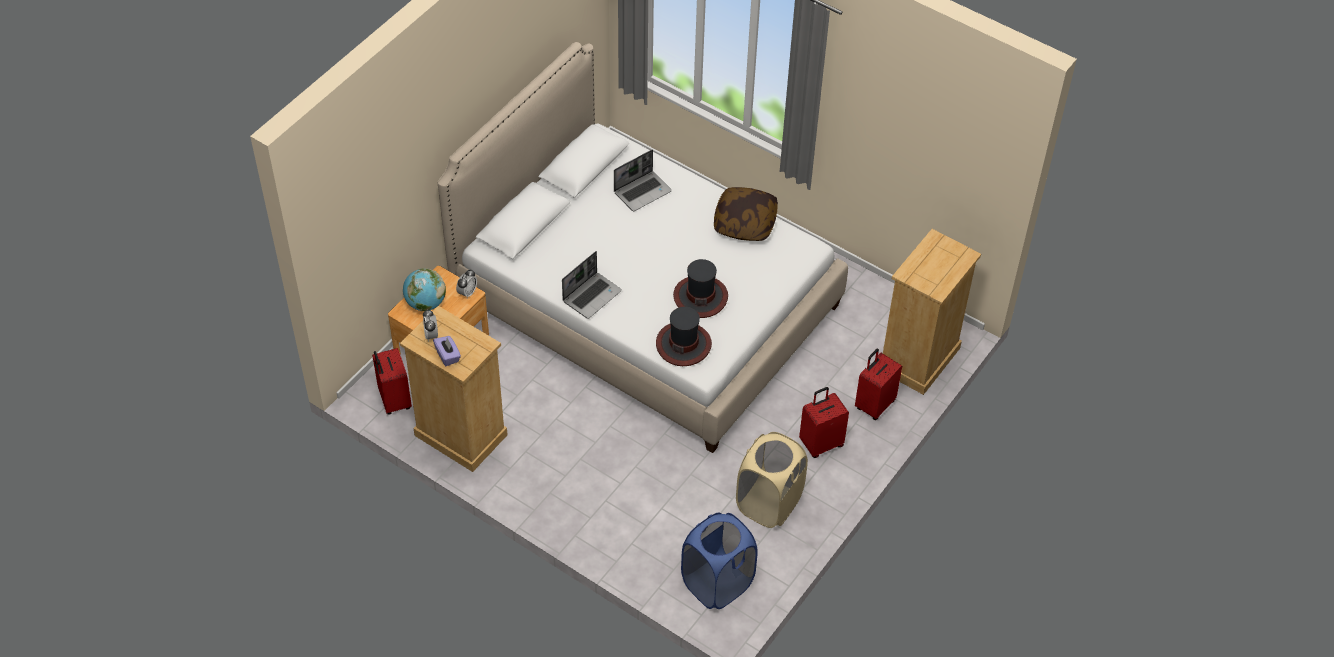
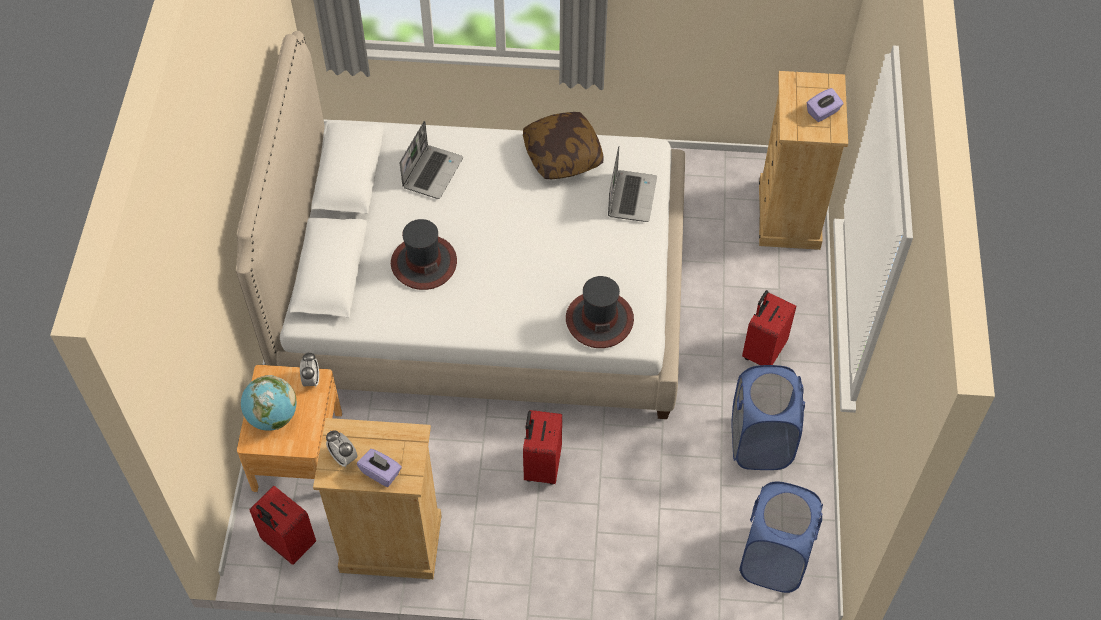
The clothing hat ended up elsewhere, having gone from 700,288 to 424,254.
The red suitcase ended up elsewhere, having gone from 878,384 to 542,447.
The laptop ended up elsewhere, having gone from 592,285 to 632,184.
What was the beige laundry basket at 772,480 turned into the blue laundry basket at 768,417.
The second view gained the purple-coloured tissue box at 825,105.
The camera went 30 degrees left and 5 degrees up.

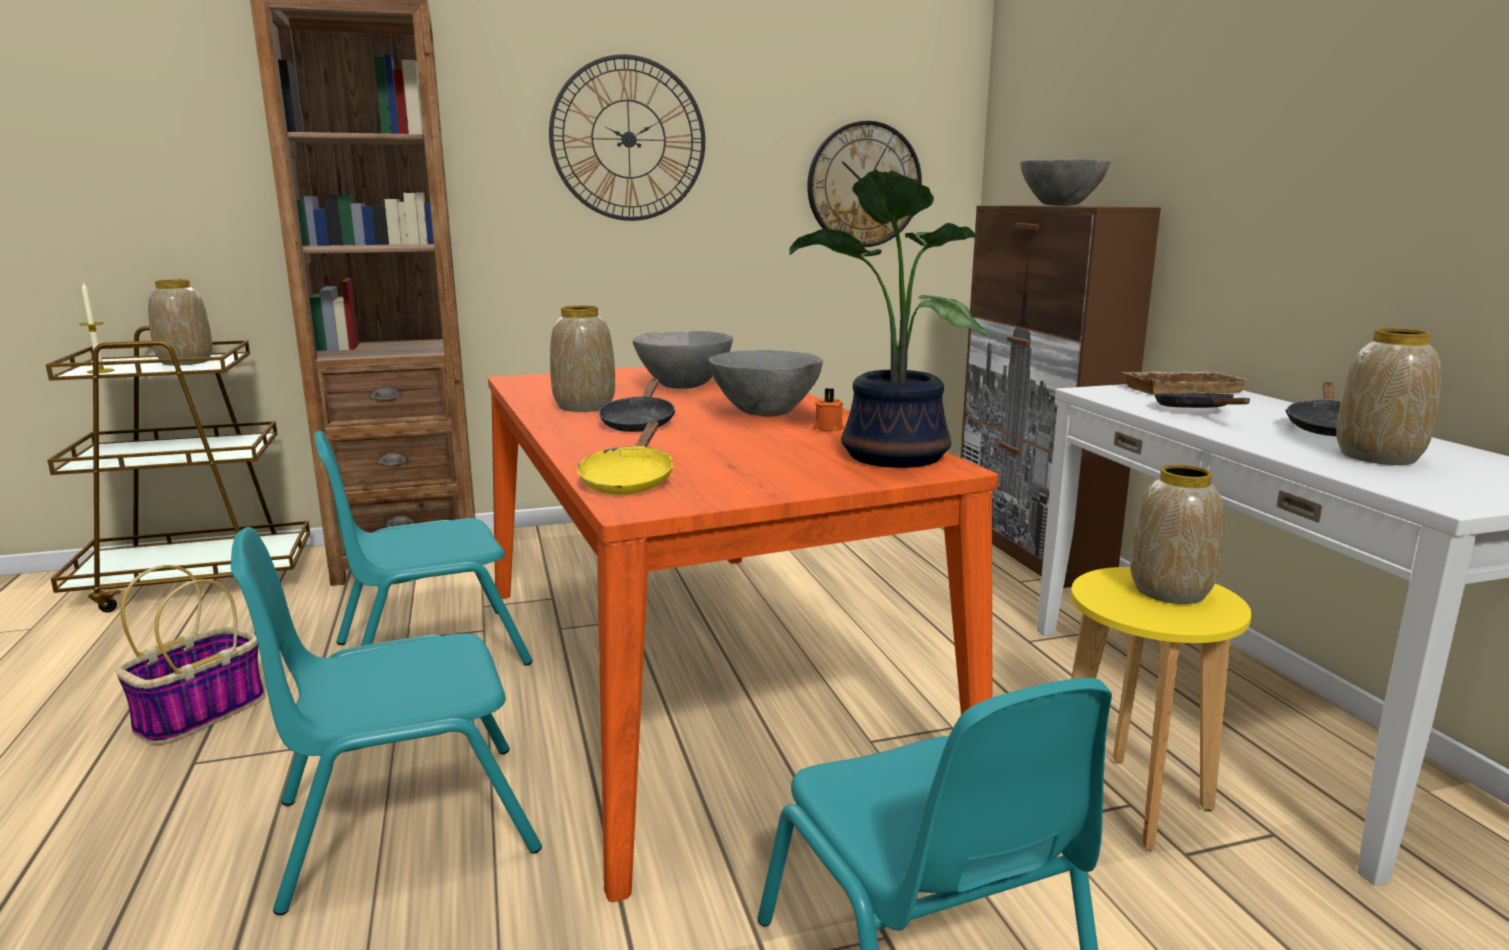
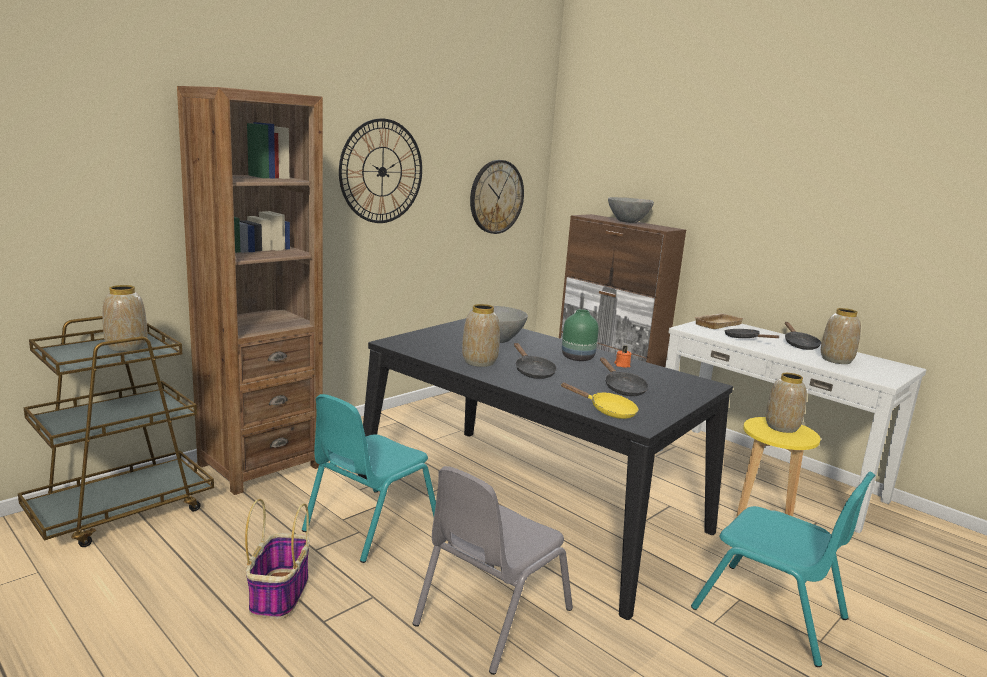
What was the orange dinner table at 743,634 turned into the black-coloured dinner table at 545,469.
What was the turquoise-coloured upright chair at 386,721 turned into the grey upright chair at 493,570.
The yellowish frying pan at 625,458 ended up facing another way, 45 degrees counterclockwise from before.
Where the grey serving bowl stood at 766,383, the green-coloured decorative vase came to stand at 580,335.
The second view gained the black-coloured frying pan at 624,376.
The second view lost the wax light at 97,328.
The second view lost the potted plant at 889,318.
The camera went 30 degrees left and 0 degrees up.

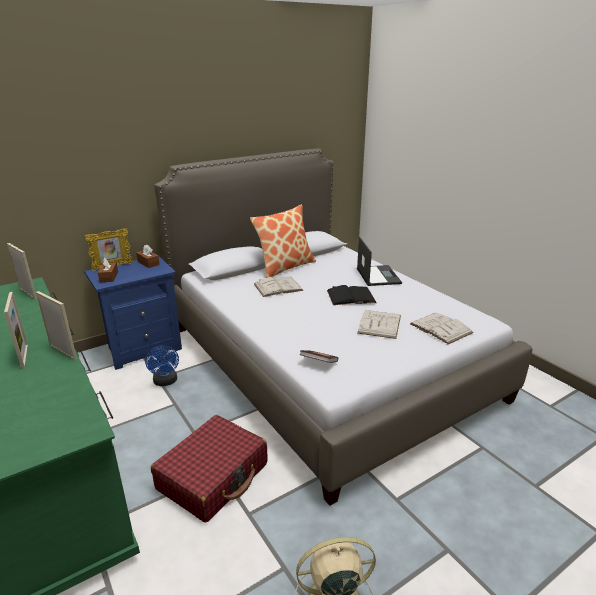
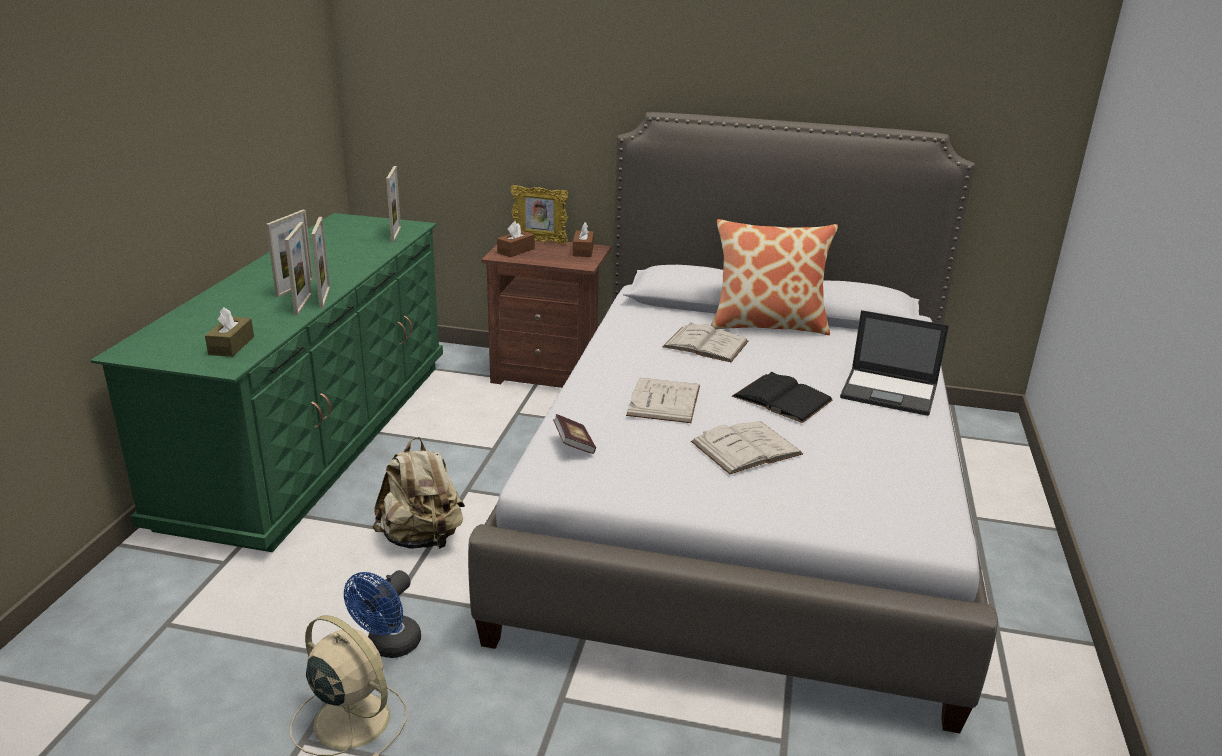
The second view gained the brownish tissue box at 229,332.
The second view gained the photo frame at 298,268.
The blue cooling fan ended up elsewhere, having gone from 162,365 to 382,614.
Where the red suitcase stood at 209,469, the beige knapsack came to stand at 418,493.
What was the blue night table at 133,313 turned into the brownish night table at 546,314.
The white-coloured bound book ended up elsewhere, having gone from 442,328 to 663,400.
The laptop at 379,261 ended up facing another way, 75 degrees clockwise from before.
The camera went 45 degrees right and 0 degrees up.

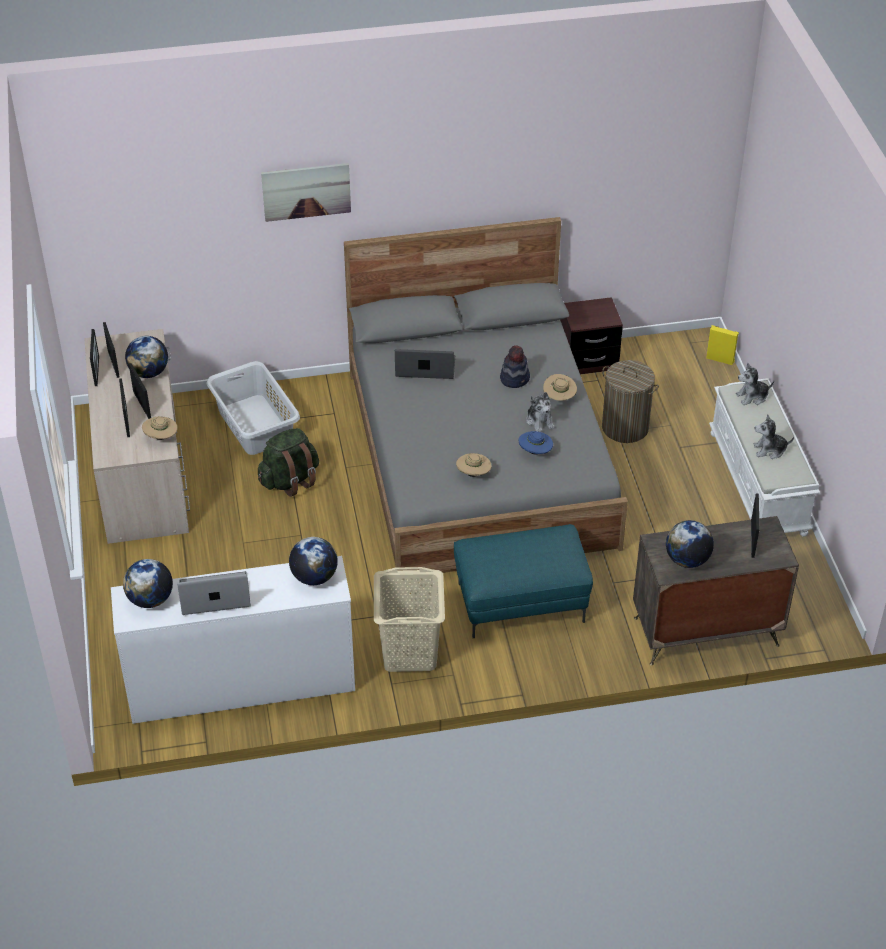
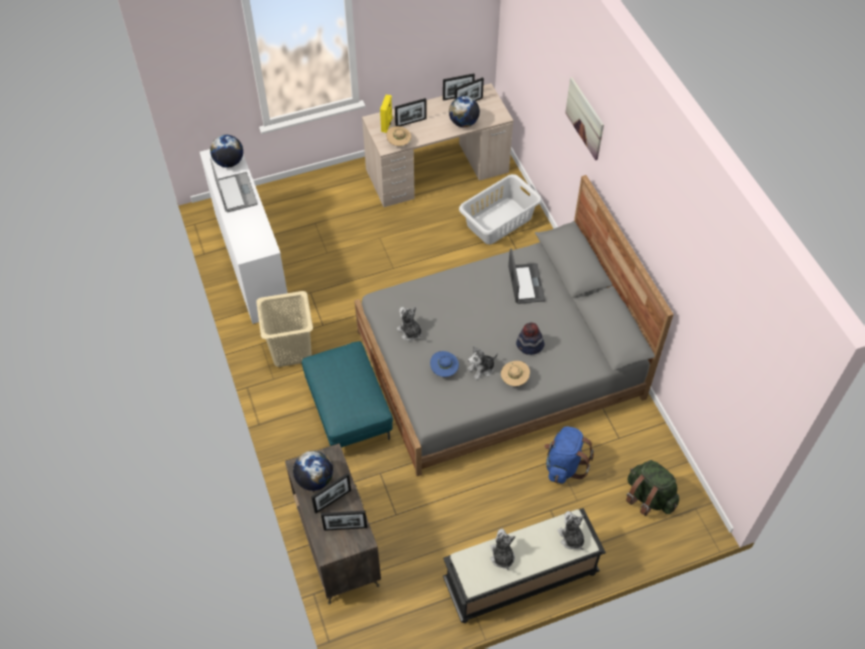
The photo frame ended up elsewhere, having gone from 140,391 to 331,493.
The yellowish audio speaker ended up elsewhere, having gone from 722,345 to 386,114.
Where the beige clothing hat stood at 474,465, the plush toy came to stand at 409,323.
What was the white-coloured indoor bench at 764,457 turned into the black-coloured indoor bench at 524,565.
Where the laundry basket stood at 630,401, the blue knapsack came to stand at 569,455.
The green-coloured knapsack ended up elsewhere, having gone from 288,462 to 652,488.
The second view lost the desk globe at 313,561.
The second view lost the brownish night table at 591,335.
The camera went 80 degrees right and 10 degrees up.

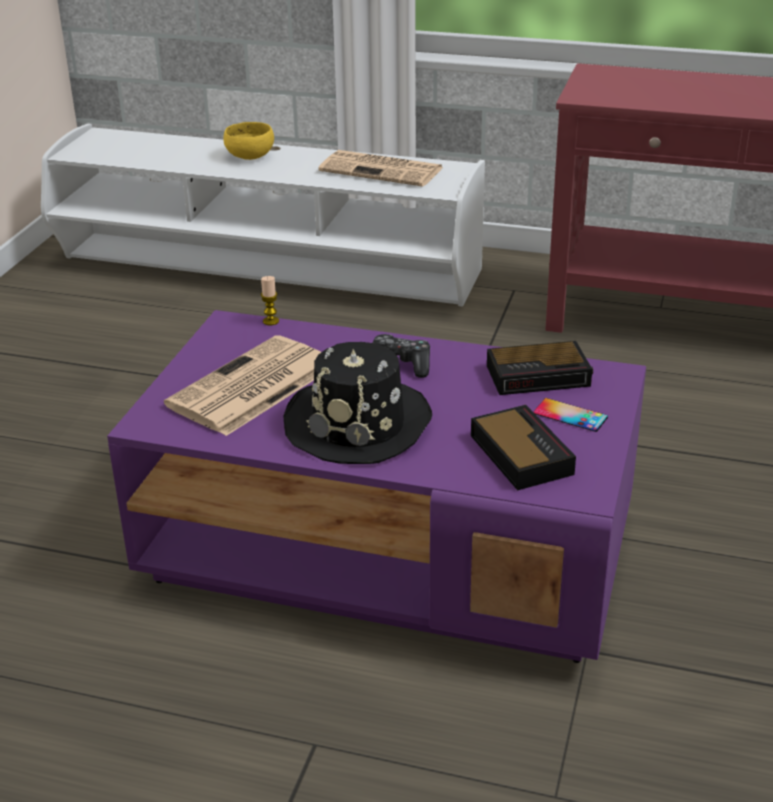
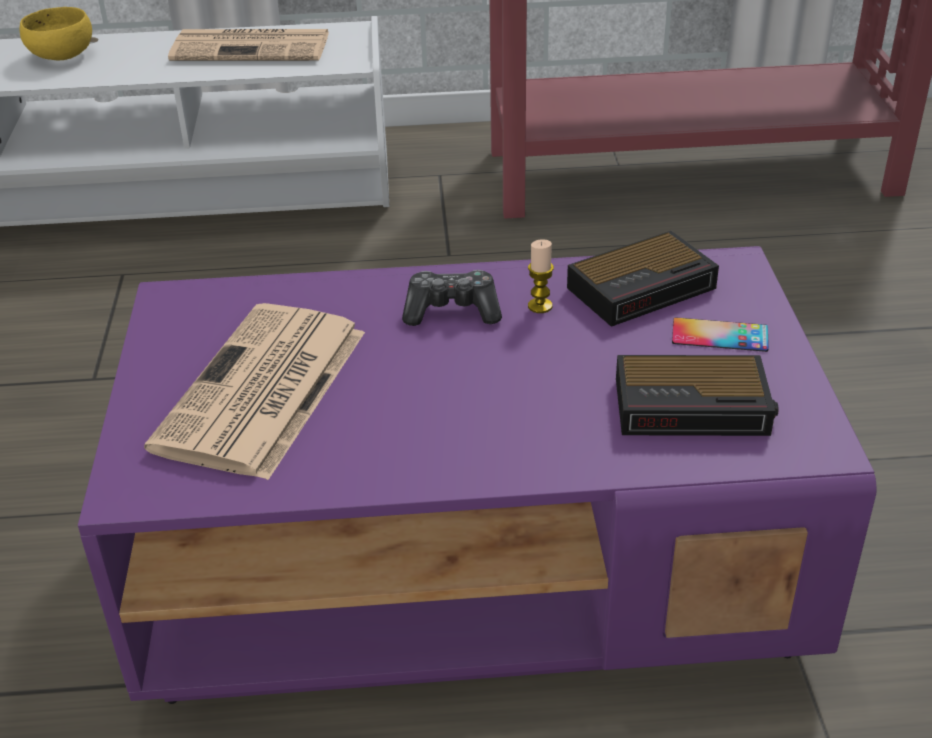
The wax light ended up elsewhere, having gone from 270,300 to 541,276.
The alarm clock at 523,447 ended up facing another way, 135 degrees clockwise from before.
The second view lost the black-coloured clothing hat at 357,403.
The camera went 20 degrees left and 5 degrees up.

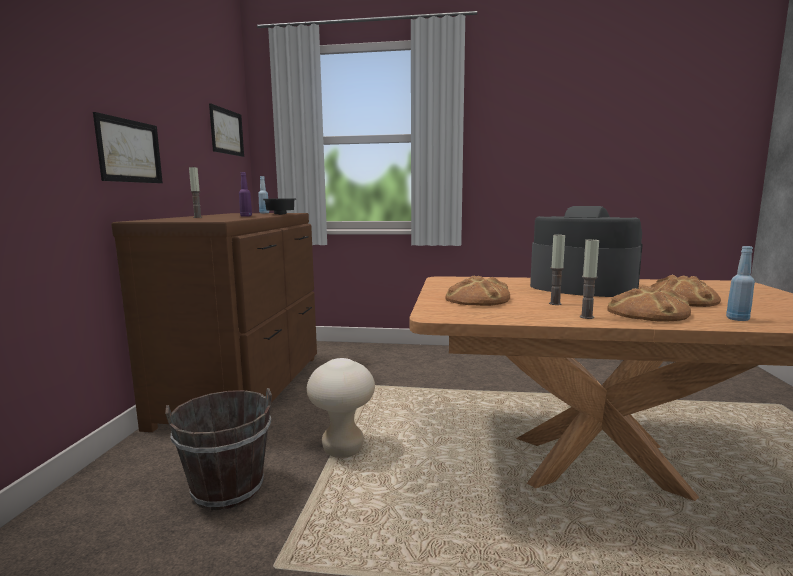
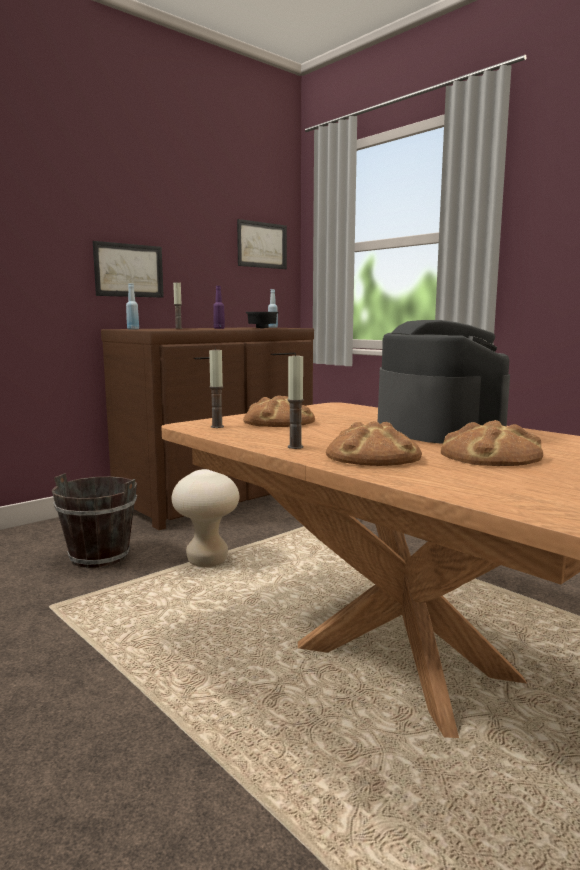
The blue bottle ended up elsewhere, having gone from 740,283 to 132,306.
The wax light ended up elsewhere, having gone from 557,269 to 216,388.
The camera went 40 degrees right and 0 degrees up.

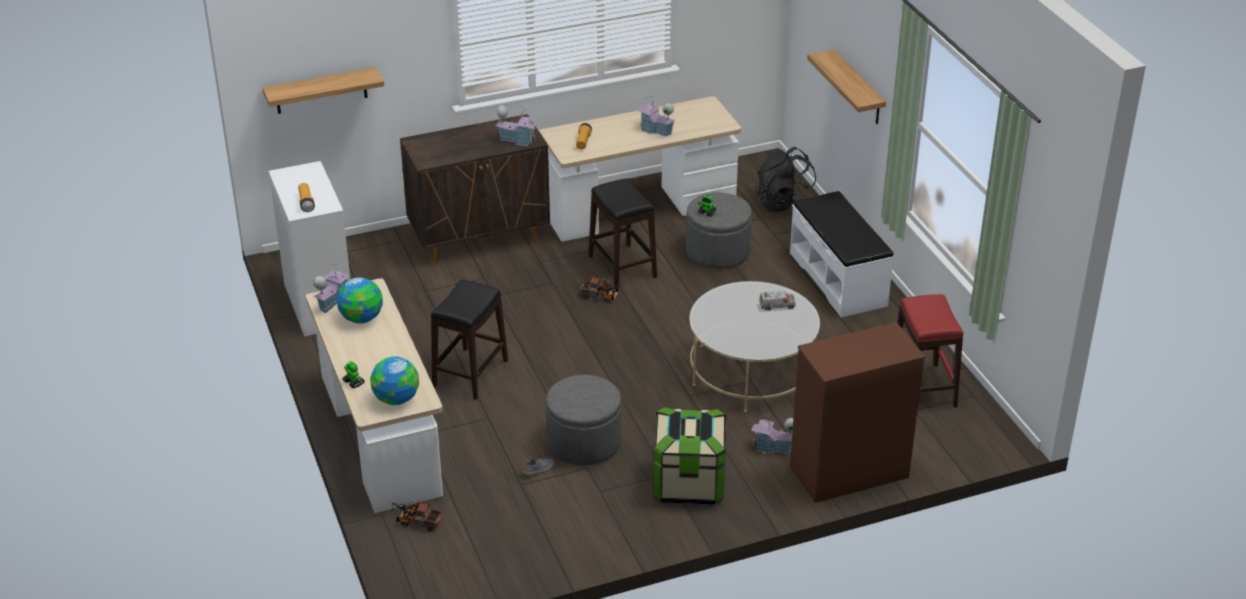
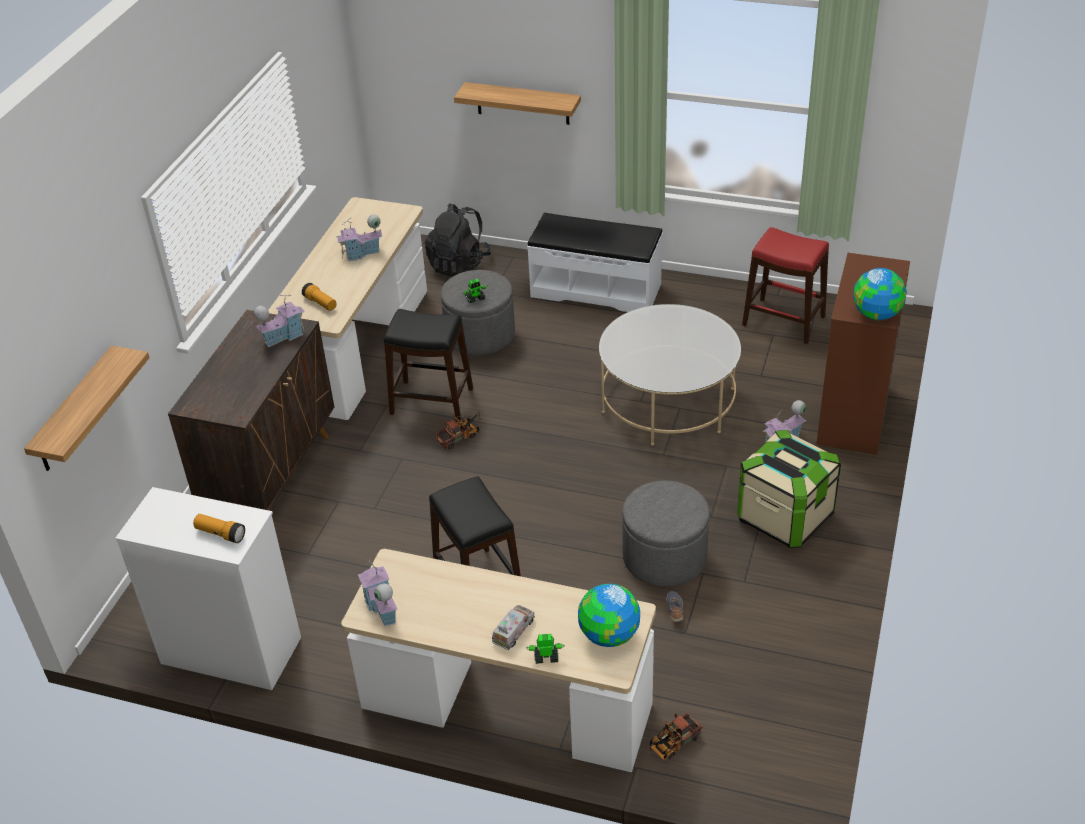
The model truck ended up elsewhere, having gone from 777,301 to 513,627.
The desk globe ended up elsewhere, having gone from 360,300 to 880,294.
The camera went 50 degrees left and 5 degrees up.

